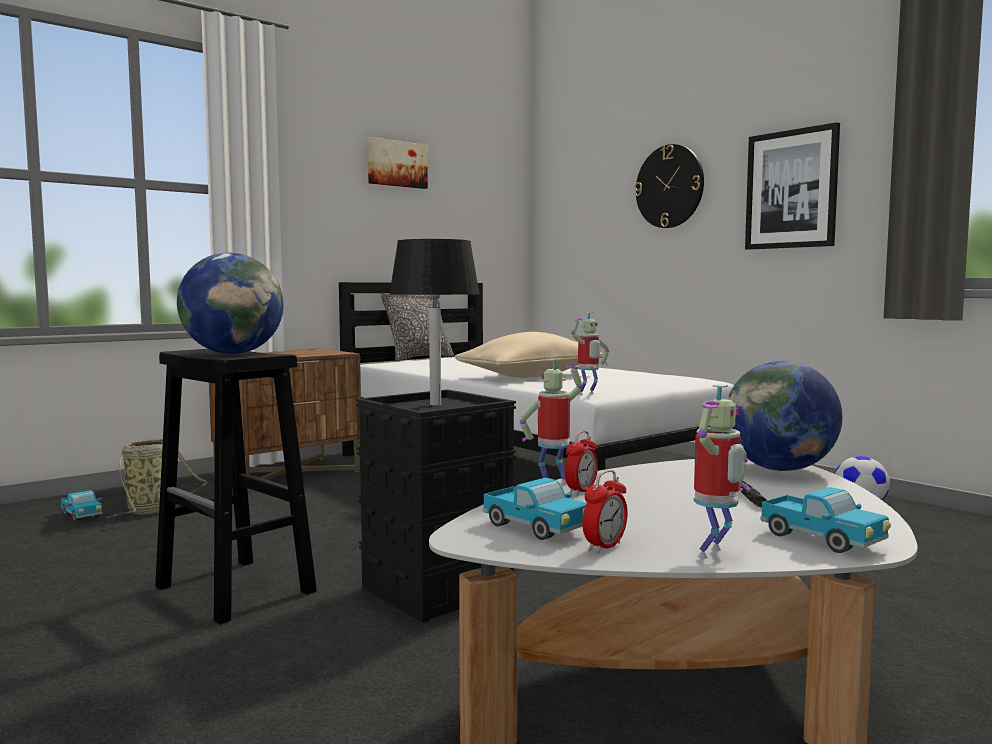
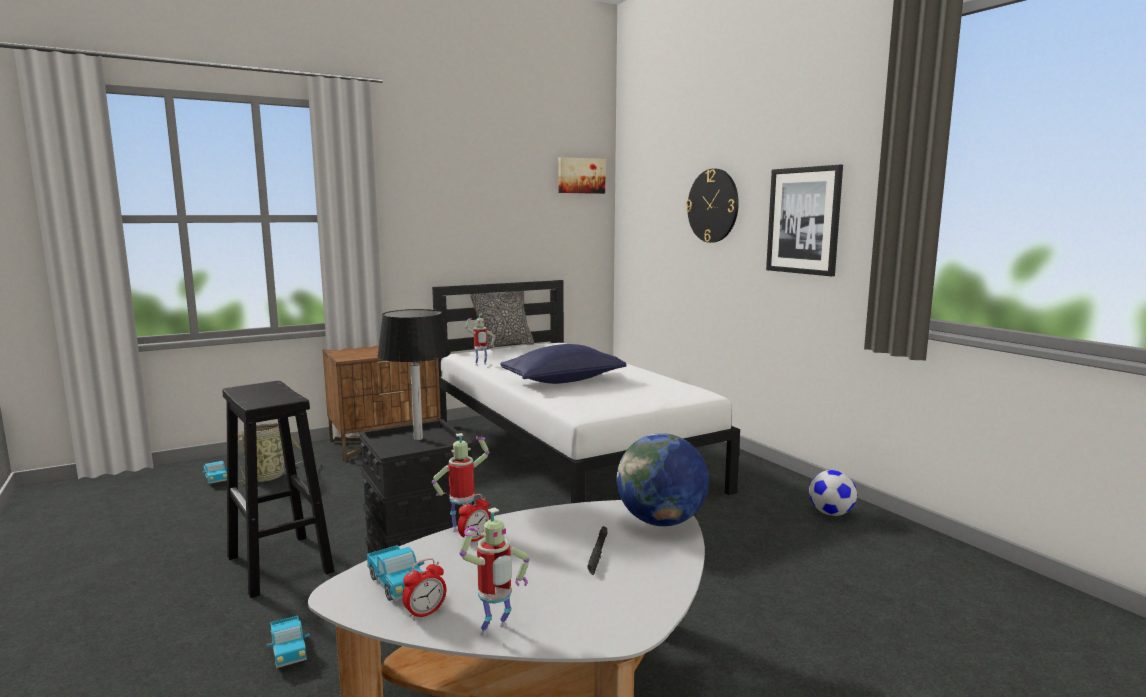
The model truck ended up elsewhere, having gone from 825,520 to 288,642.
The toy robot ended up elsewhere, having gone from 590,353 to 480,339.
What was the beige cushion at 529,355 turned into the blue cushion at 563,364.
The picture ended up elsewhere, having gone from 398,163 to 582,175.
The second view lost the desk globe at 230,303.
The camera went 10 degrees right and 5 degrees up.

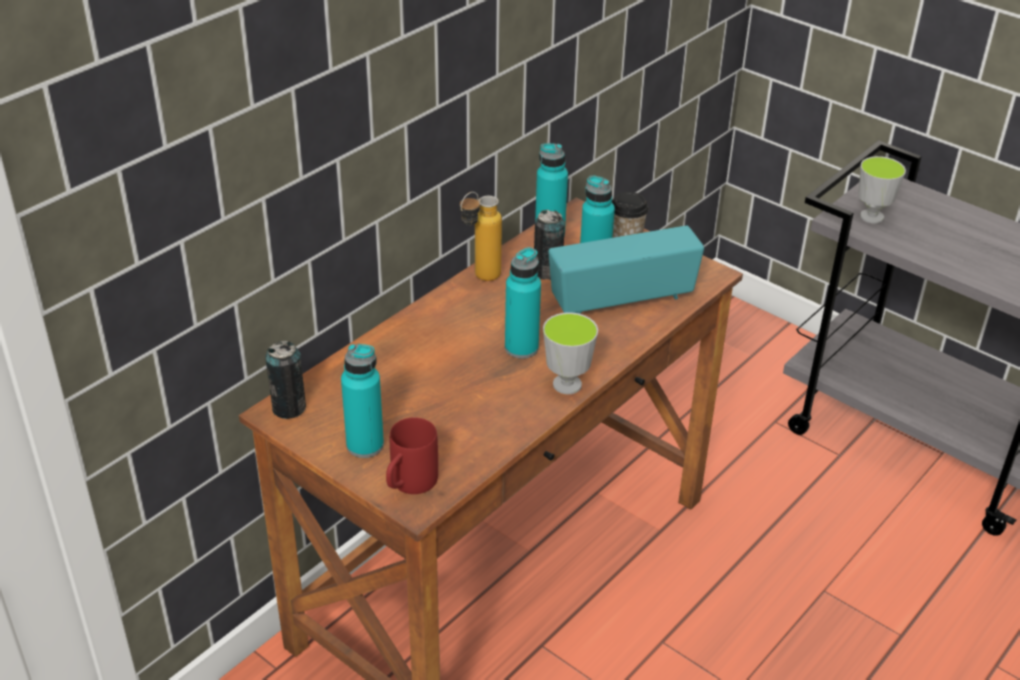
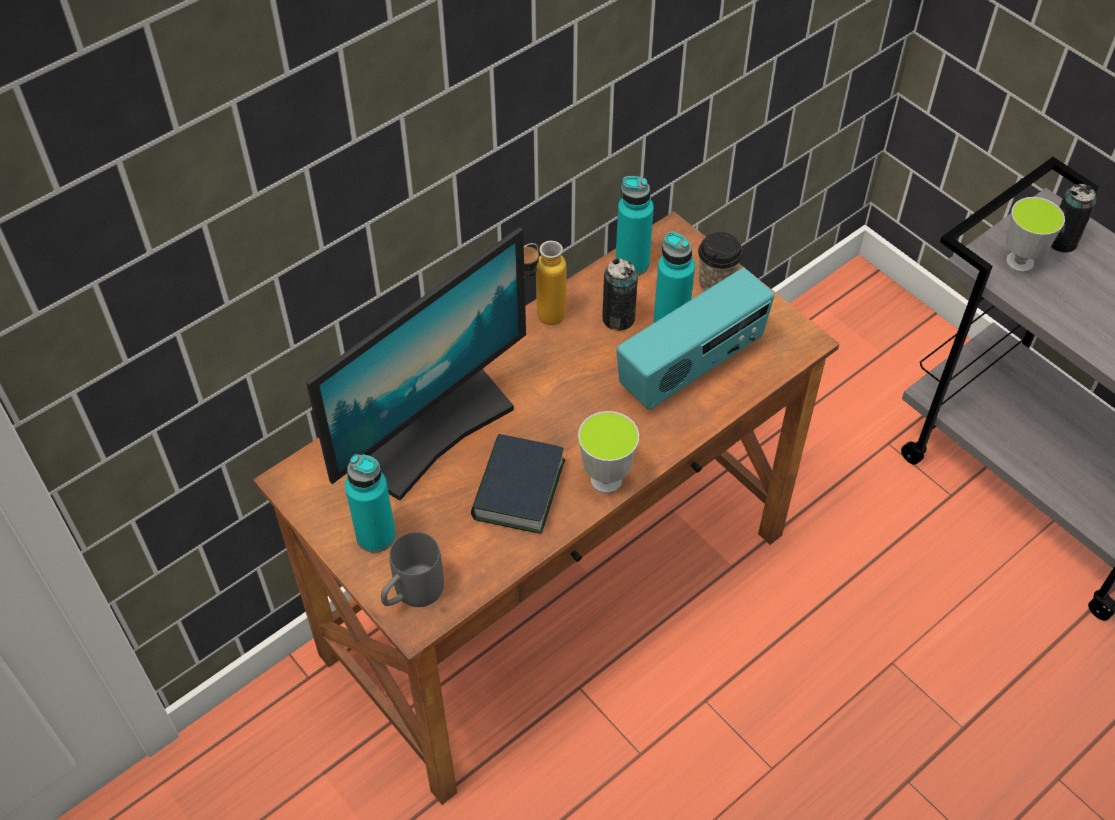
The second view gained the computer display at 416,364.
What was the red tea mug at 412,455 turned into the grey tea mug at 412,569.
The second view gained the bound book at 518,484.
The radio receiver at 626,270 ended up facing another way, 150 degrees clockwise from before.
The metal can ended up elsewhere, having gone from 285,380 to 1073,218.
The second view lost the turquoise-coloured bottle at 523,303.
The camera went 10 degrees right and 15 degrees up.

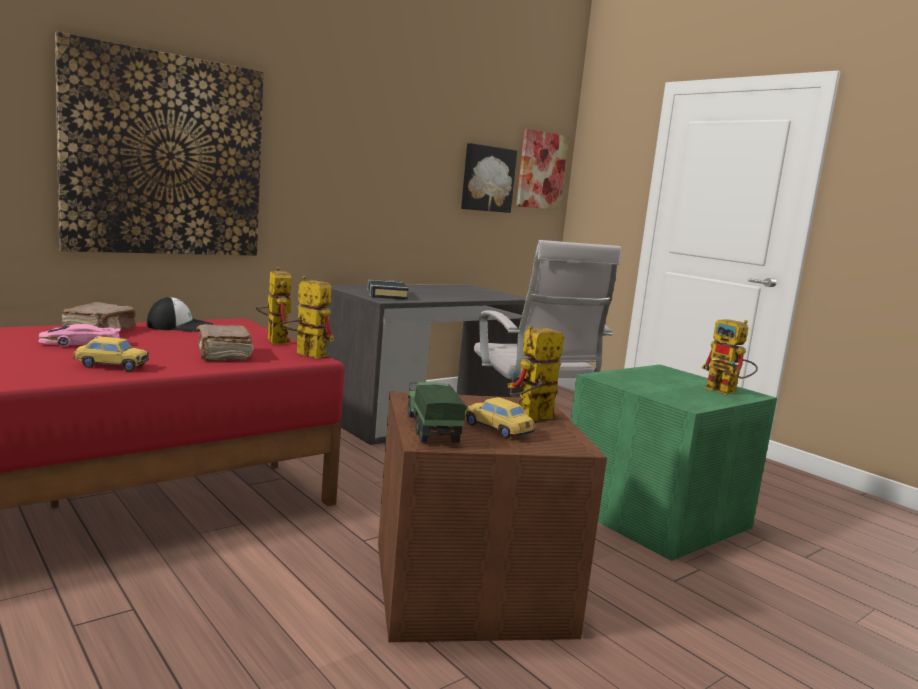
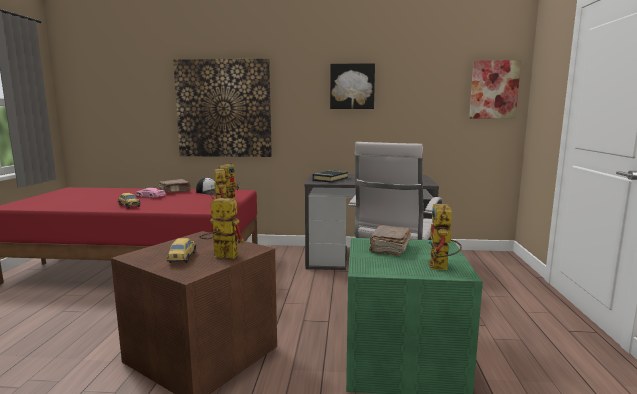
The picture ended up elsewhere, having gone from 489,178 to 352,86.
The brownish bound book ended up elsewhere, having gone from 225,342 to 390,240.
The second view lost the model truck at 437,412.
The camera went 45 degrees right and 0 degrees up.

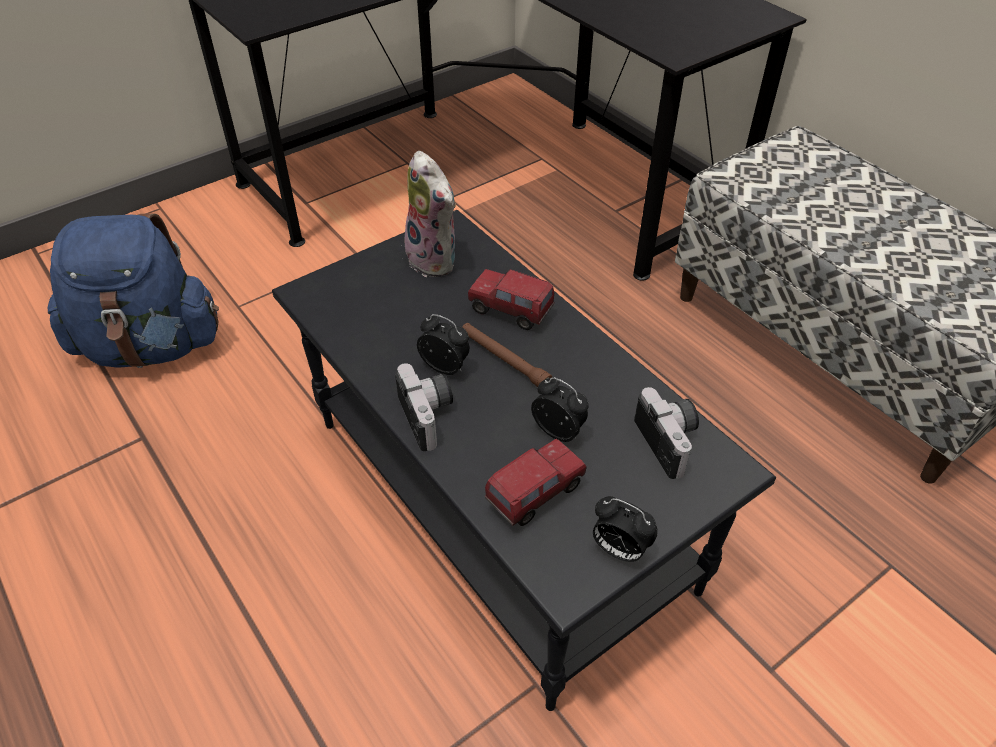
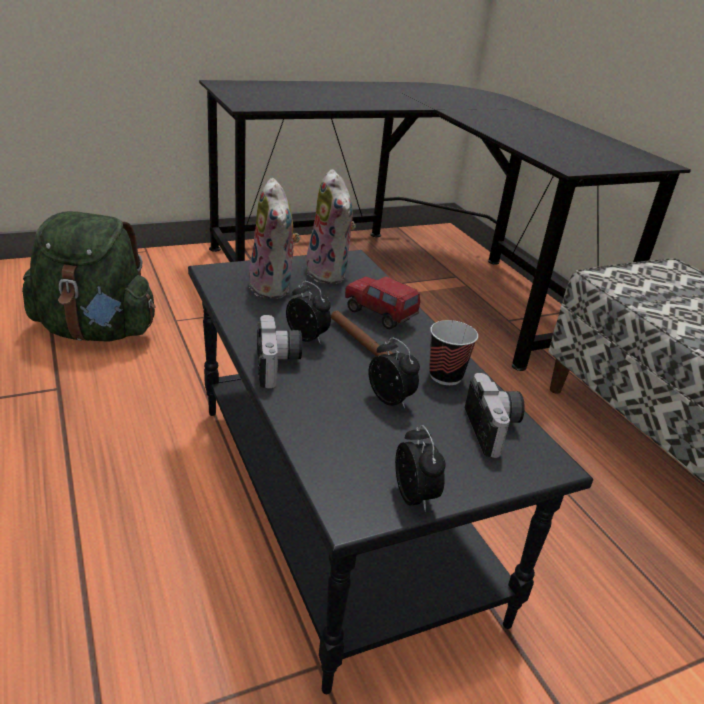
What was the blue knapsack at 133,291 turned into the green-coloured knapsack at 88,276.
The second view gained the plush toy at 273,238.
The alarm clock at 625,529 ended up facing another way, 150 degrees counterclockwise from before.
The second view gained the drinking cup at 453,352.
The second view lost the model truck at 536,482.
The camera went 10 degrees right and 15 degrees down.

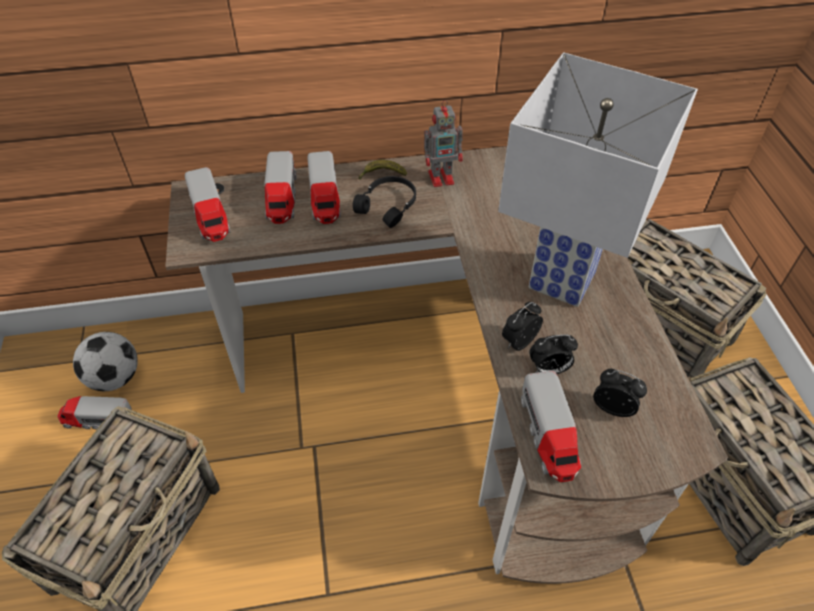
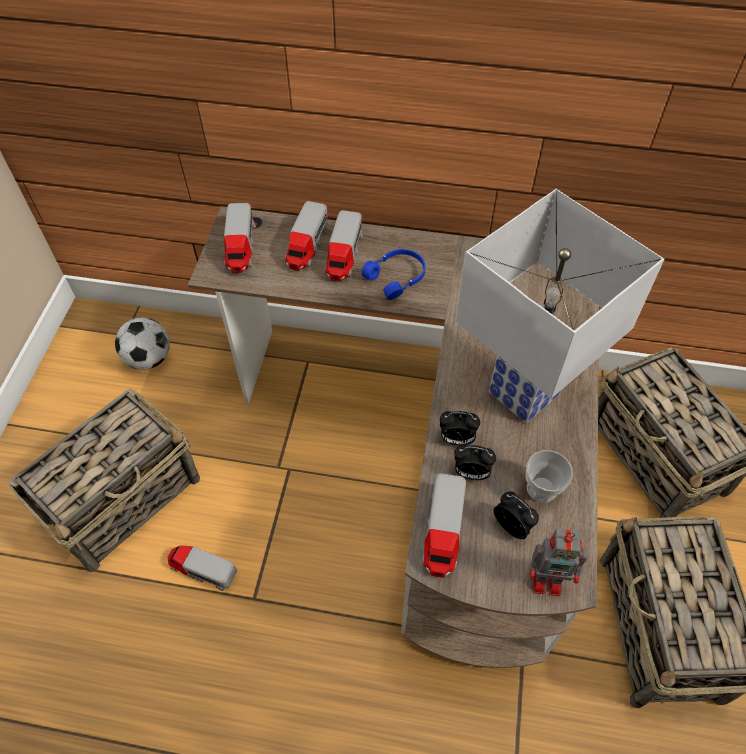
The model truck ended up elsewhere, having gone from 94,413 to 202,568.
What was the black-coloured headset at 384,202 turned into the blue headset at 394,274.
The alarm clock at 522,326 ended up facing another way, 150 degrees counterclockwise from before.
The second view gained the drinking cup at 549,476.
The toy robot ended up elsewhere, having gone from 443,143 to 558,562.
The second view lost the whole banana at 382,170.
The camera went 20 degrees right and 5 degrees up.

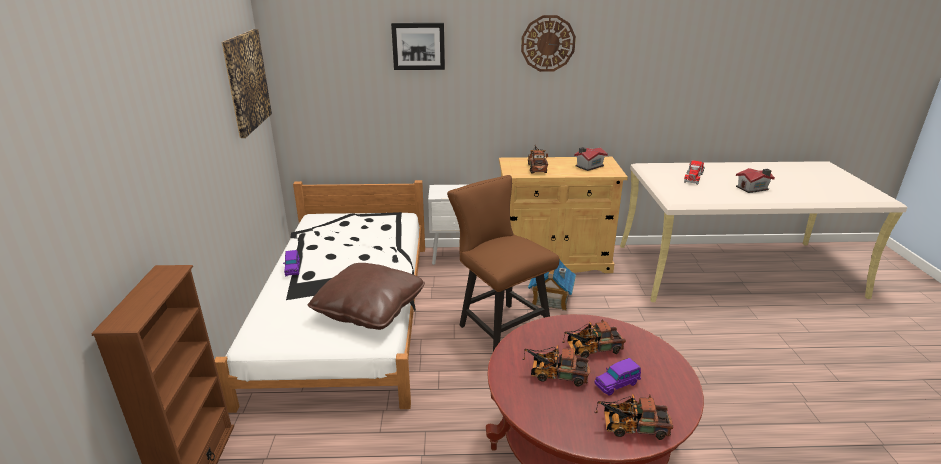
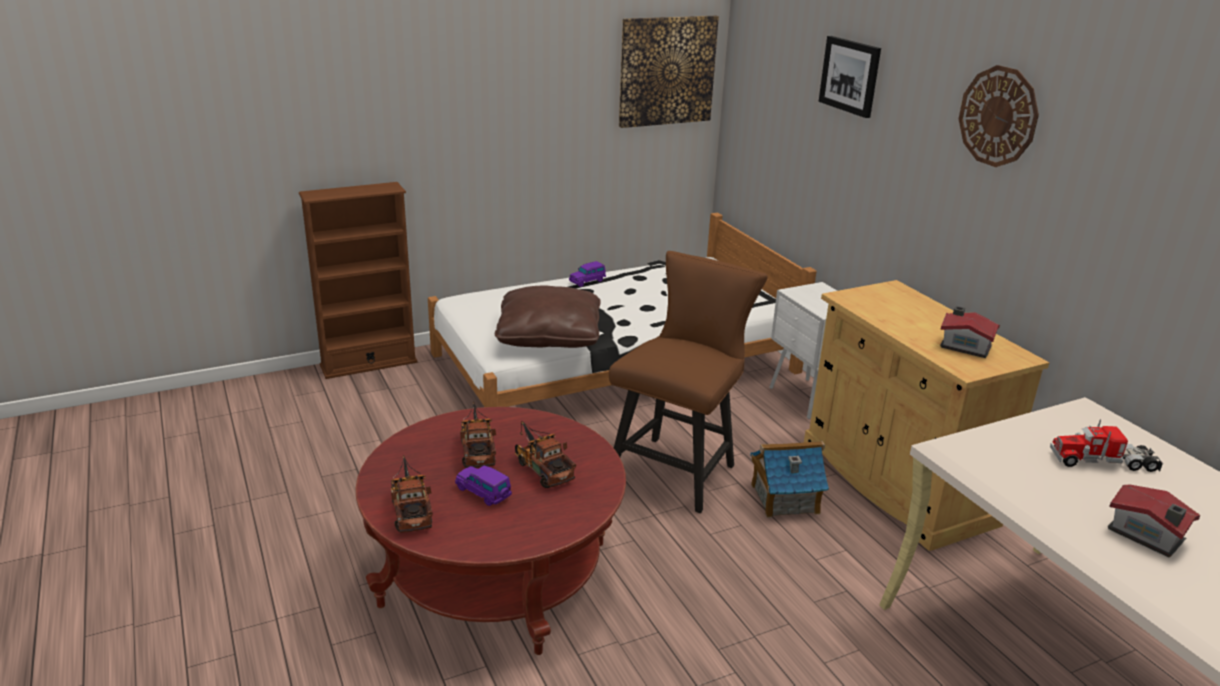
The second view lost the model truck at 538,159.
The camera went 65 degrees right and 0 degrees up.

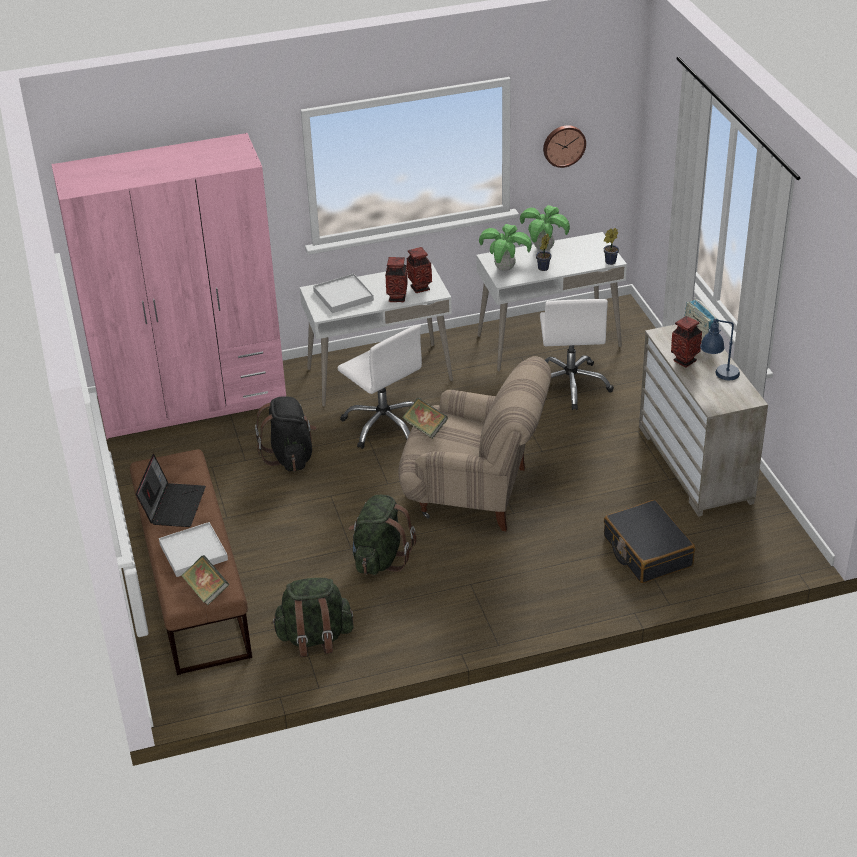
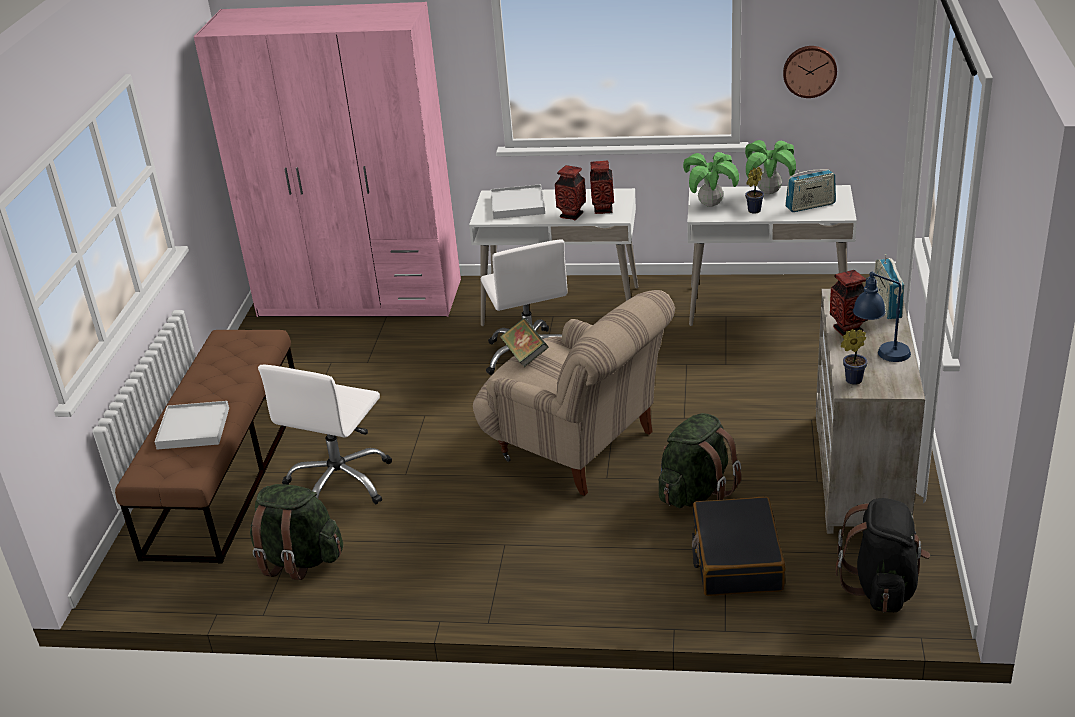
The white-coloured computer chair ended up elsewhere, having gone from 577,354 to 325,434.
The green-coloured knapsack ended up elsewhere, having gone from 383,535 to 700,460.
The second view gained the radio receiver at 810,190.
The black-coloured knapsack ended up elsewhere, having gone from 286,433 to 883,555.
The potted plant ended up elsewhere, having gone from 611,246 to 854,357.
The second view lost the laptop at 171,490.
The second view lost the bound book at 205,580.
The camera went 25 degrees right and 5 degrees down.

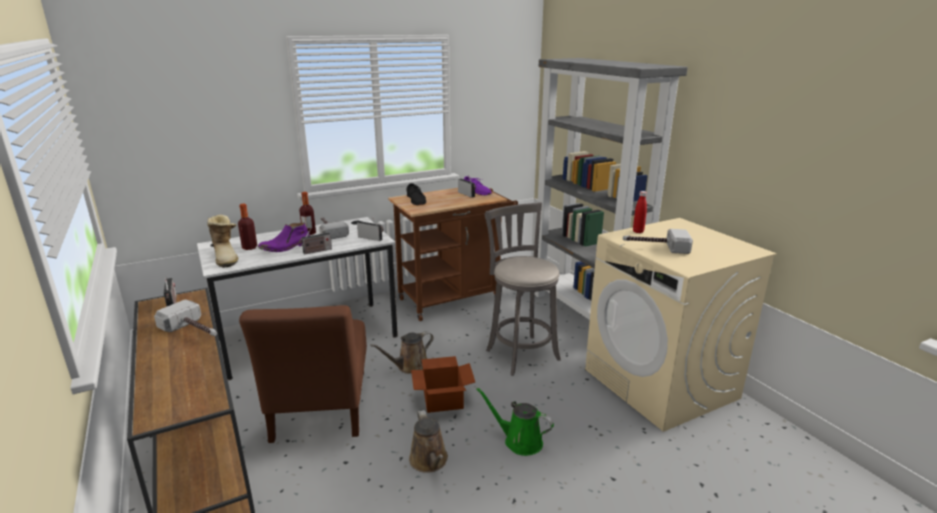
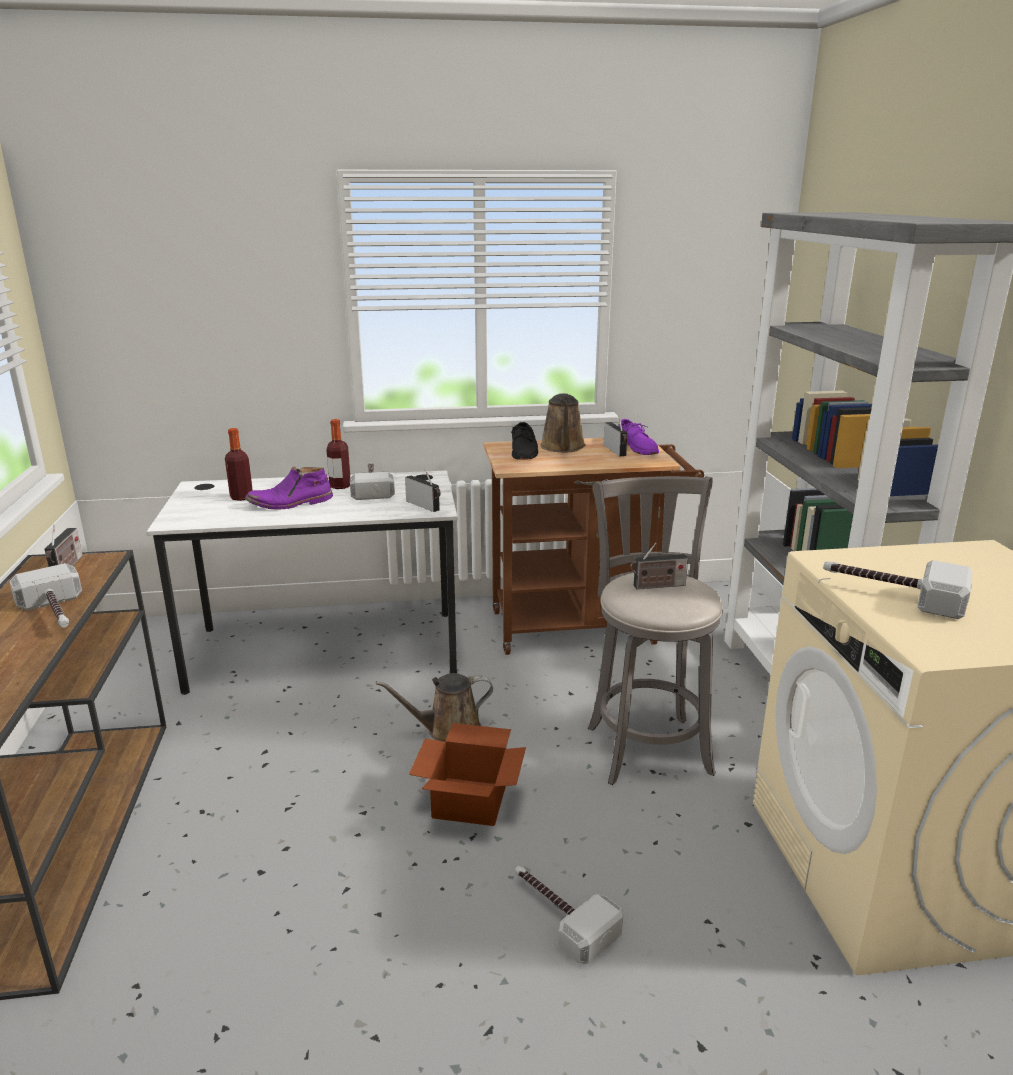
Where the green-coloured watering can stood at 515,421, the hammer came to stand at 569,915.
The brownish watering can ended up elsewhere, having gone from 428,441 to 563,423.
The radio receiver ended up elsewhere, having gone from 315,241 to 659,566.
The second view lost the high-top boot at 222,241.
The second view lost the brownish upright chair at 303,374.
The second view lost the red bottle at 640,212.
The camera went 20 degrees right and 0 degrees up.

